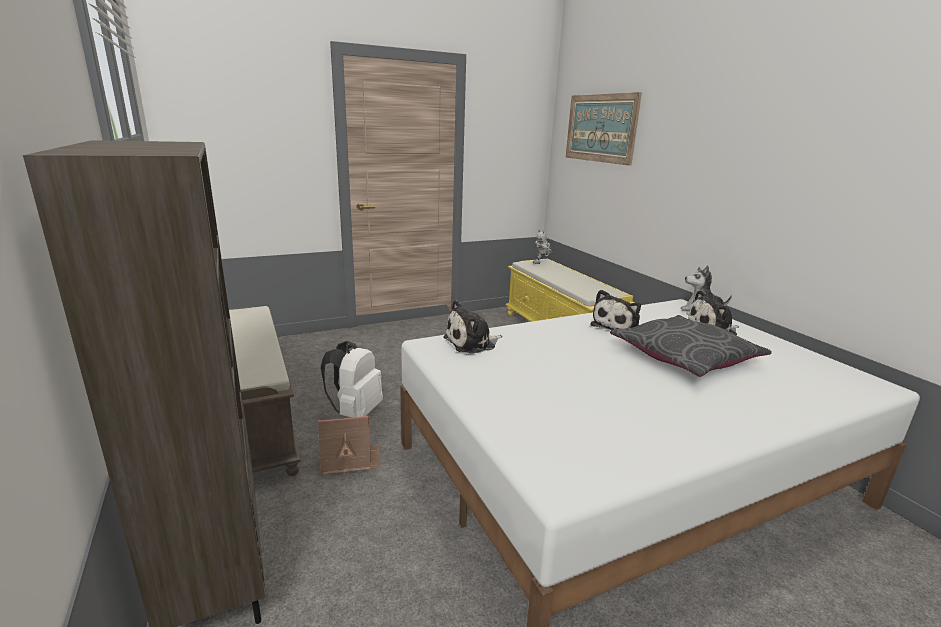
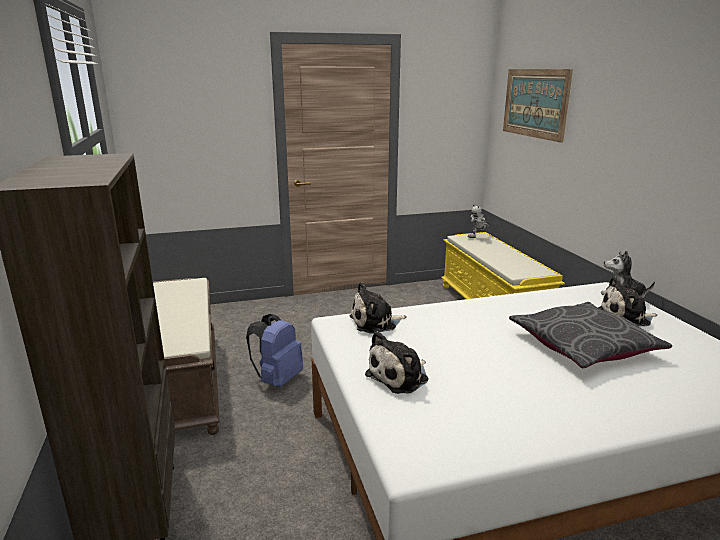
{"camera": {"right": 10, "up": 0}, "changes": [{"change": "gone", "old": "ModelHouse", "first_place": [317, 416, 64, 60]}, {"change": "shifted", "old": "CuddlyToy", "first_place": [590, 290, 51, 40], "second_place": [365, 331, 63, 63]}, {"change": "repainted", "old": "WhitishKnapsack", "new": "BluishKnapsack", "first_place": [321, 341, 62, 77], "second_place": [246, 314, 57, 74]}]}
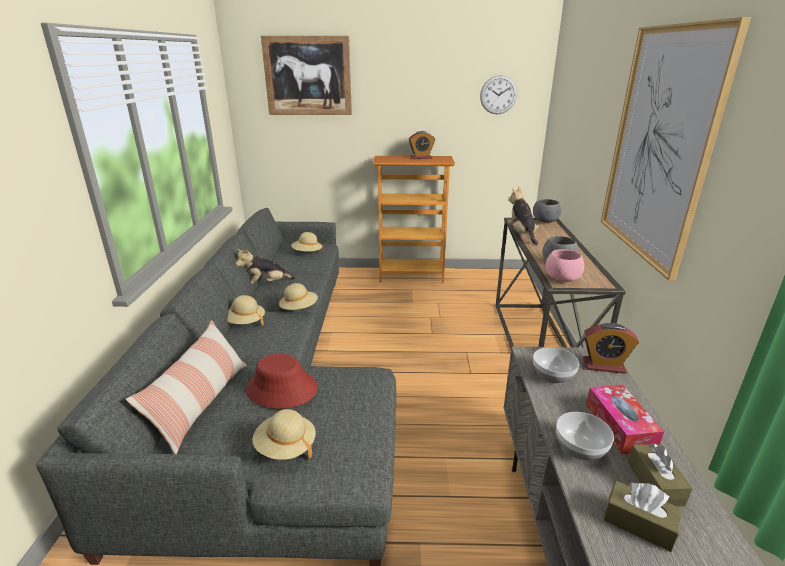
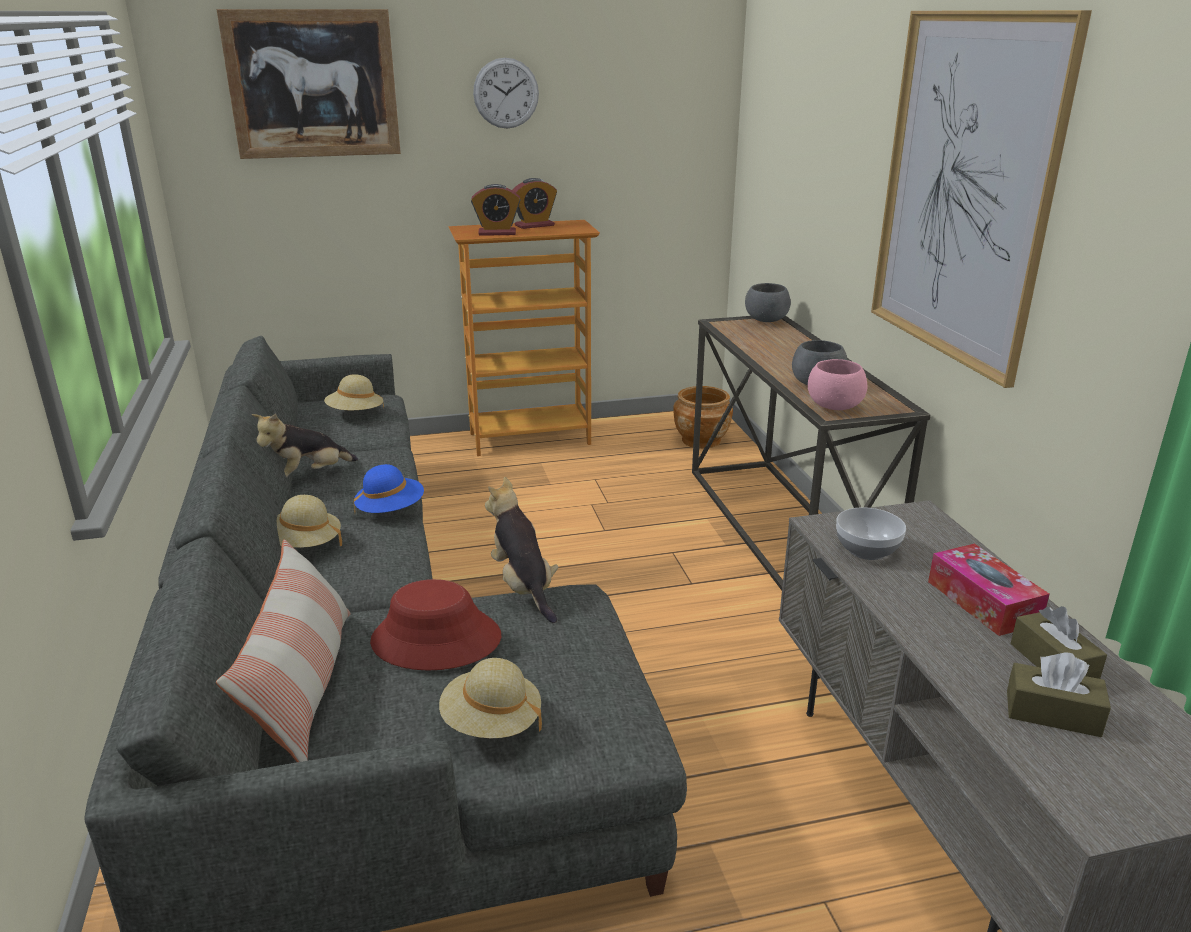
{"camera": {"right": -15, "up": 0}, "changes": [{"change": "gone", "old": "DeepDish", "first_place": [556, 412, 58, 48]}, {"change": "new", "new": "BrownPlanter", "second_place": [674, 386, 59, 63]}, {"change": "shifted", "old": "ClockOnTheWall", "first_place": [480, 75, 37, 39], "second_place": [473, 58, 66, 71]}, {"change": "shifted", "old": "CuddlyToy", "first_place": [508, 187, 31, 58], "second_place": [485, 477, 73, 146]}, {"change": "shifted", "old": "BedsideClock", "first_place": [583, 323, 56, 51], "second_place": [471, 184, 49, 52]}, {"change": "repainted", "old": "BeigeWearableHat", "new": "BluishWearableHat", "first_place": [279, 283, 39, 27], "second_place": [353, 464, 71, 49]}]}
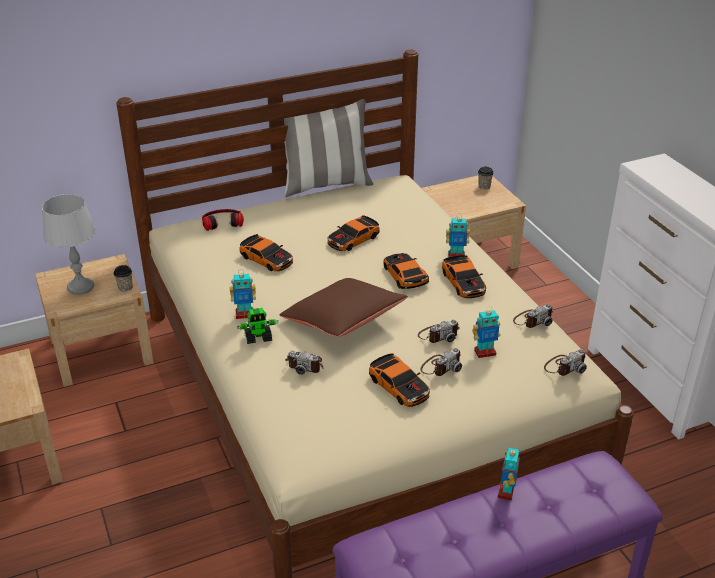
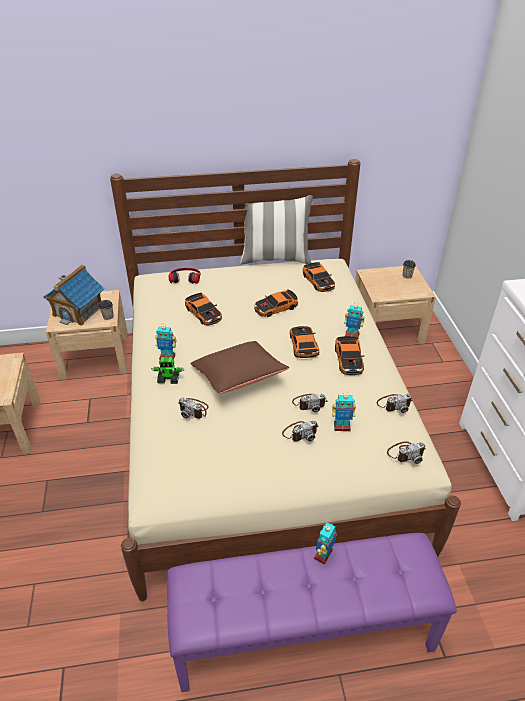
{"camera": {"right": 15, "up": 5}, "changes": [{"change": "shifted", "old": "MiniatureCar", "first_place": [369, 353, 61, 54], "second_place": [303, 262, 32, 30]}, {"change": "swapped", "old": "GreyishTabletopLamp", "new": "ModelHouse", "first_place": [42, 194, 54, 101], "second_place": [43, 265, 61, 61]}]}
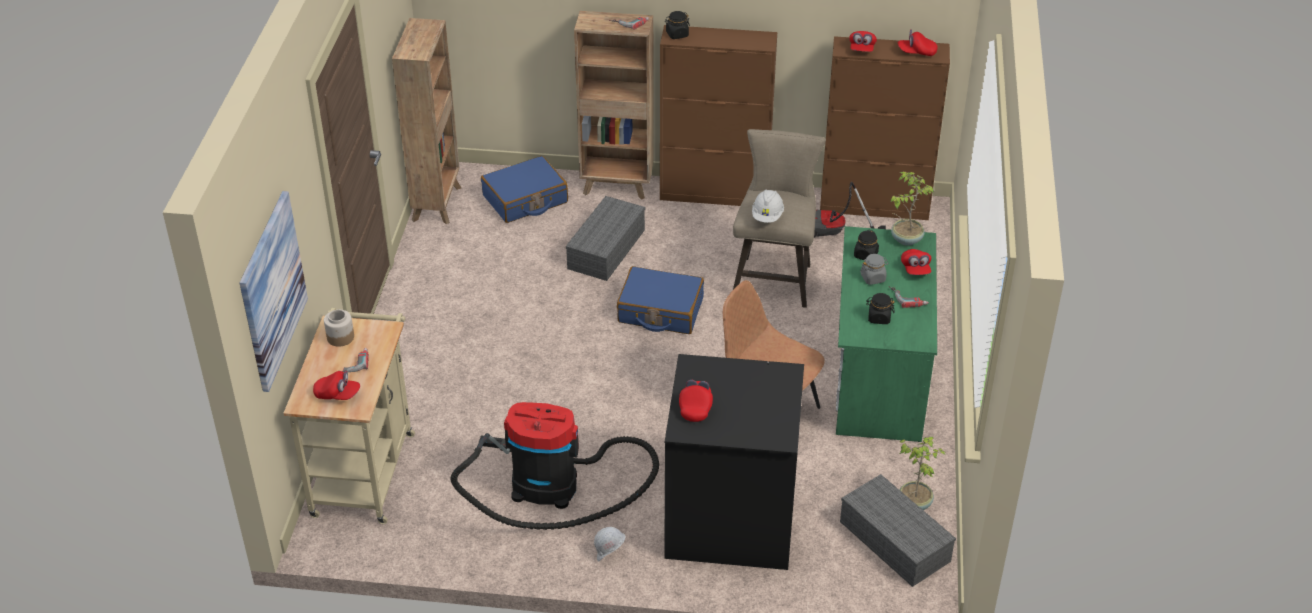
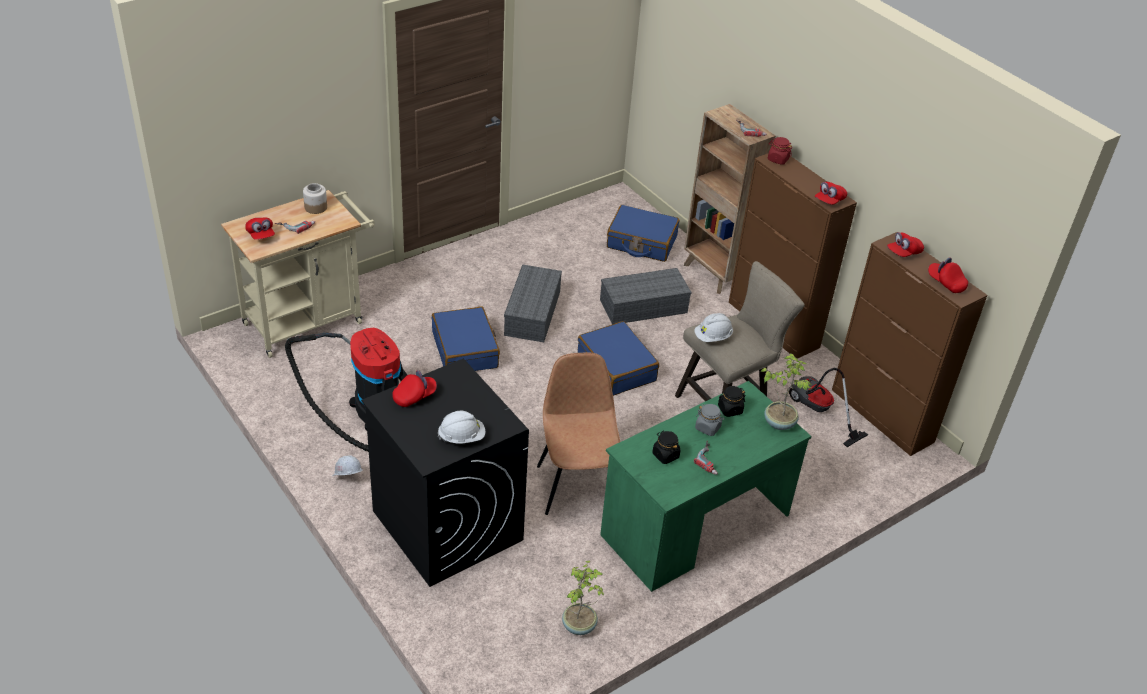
{"camera": {"right": 45, "up": 0}, "changes": [{"change": "gone", "old": "WallPicture", "first_place": [240, 191, 68, 201]}, {"change": "gone", "old": "BrownBookcase", "first_place": [392, 18, 69, 206]}, {"change": "new", "new": "BluishPieceOfLuggage", "second_place": [432, 306, 68, 65]}, {"change": "new", "new": "WhitishHardHat", "second_place": [438, 410, 47, 34]}, {"change": "shifted", "old": "GreyishStorageContainer", "first_place": [840, 474, 116, 113], "second_place": [504, 264, 58, 78]}, {"change": "shifted", "old": "ReddishPeakedCap", "first_place": [901, 249, 30, 26], "second_place": [815, 182, 32, 23]}, {"change": "repainted", "old": "BlackJar", "new": "ReddishJar", "first_place": [665, 11, 25, 28], "second_place": [768, 137, 24, 28]}]}
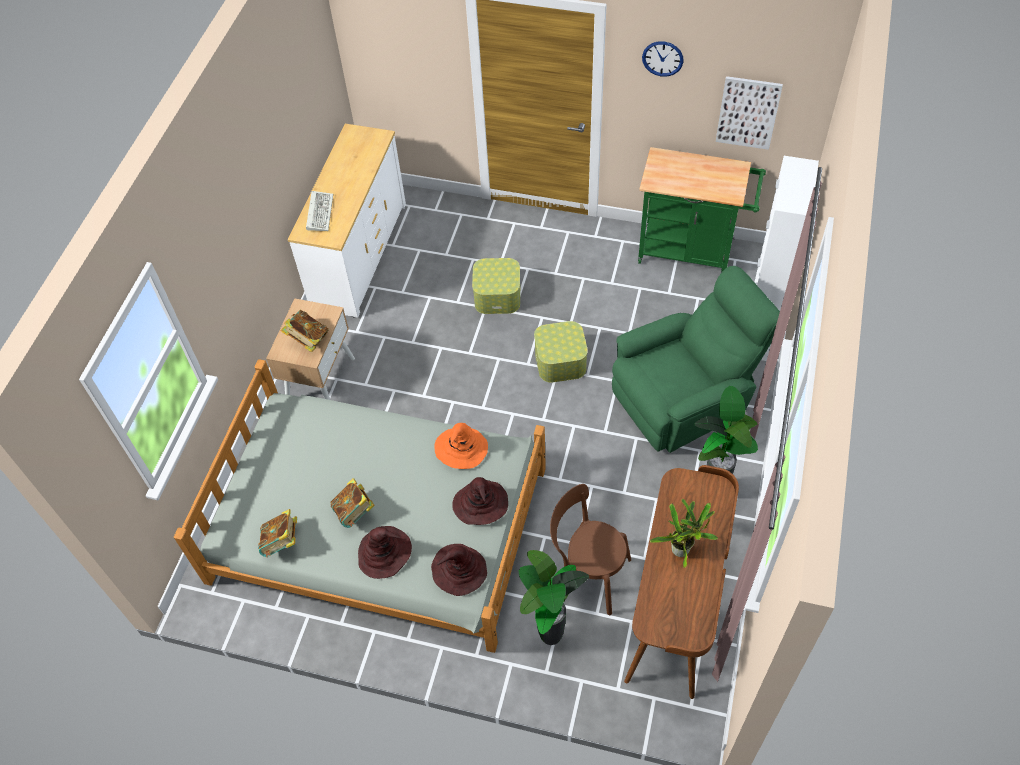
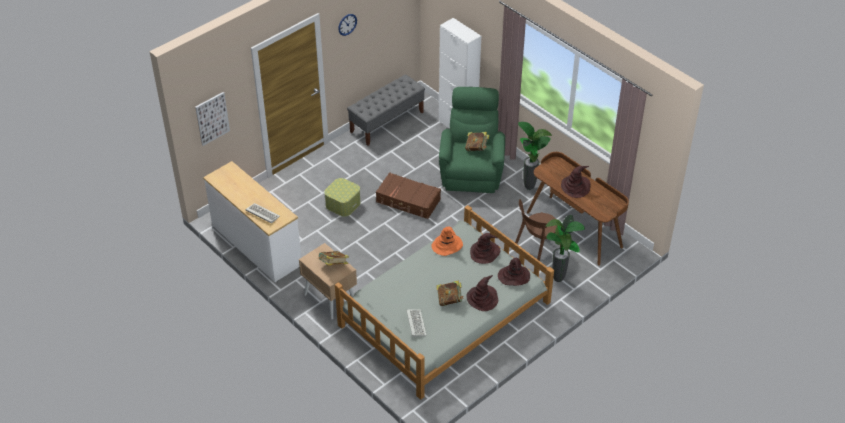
{"camera": {"right": -60, "up": -10}, "changes": [{"change": "new", "new": "Keyboard", "second_place": [406, 310, 21, 27]}, {"change": "shifted", "old": "Book", "first_place": [258, 509, 39, 48], "second_place": [465, 132, 25, 19]}, {"change": "shifted", "old": "WallPicture", "first_place": [716, 76, 67, 74], "second_place": [195, 92, 35, 54]}, {"change": "swapped", "old": "StorageContainer", "new": "BrownPieceOfLuggage", "first_place": [534, 321, 54, 62], "second_place": [376, 172, 65, 47]}, {"change": "swapped", "old": "GreenishWheeledCart", "new": "GreyishBench", "first_place": [638, 147, 128, 126], "second_place": [347, 75, 78, 71]}, {"change": "swapped", "old": "PlantInAPot", "new": "BrownWearableHat", "first_place": [650, 499, 68, 69], "second_place": [561, 166, 30, 32]}]}
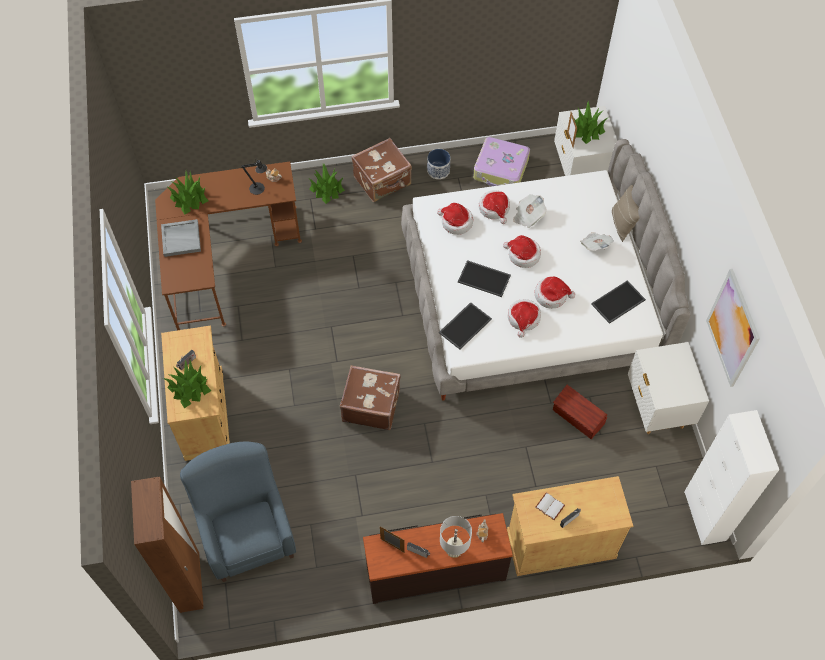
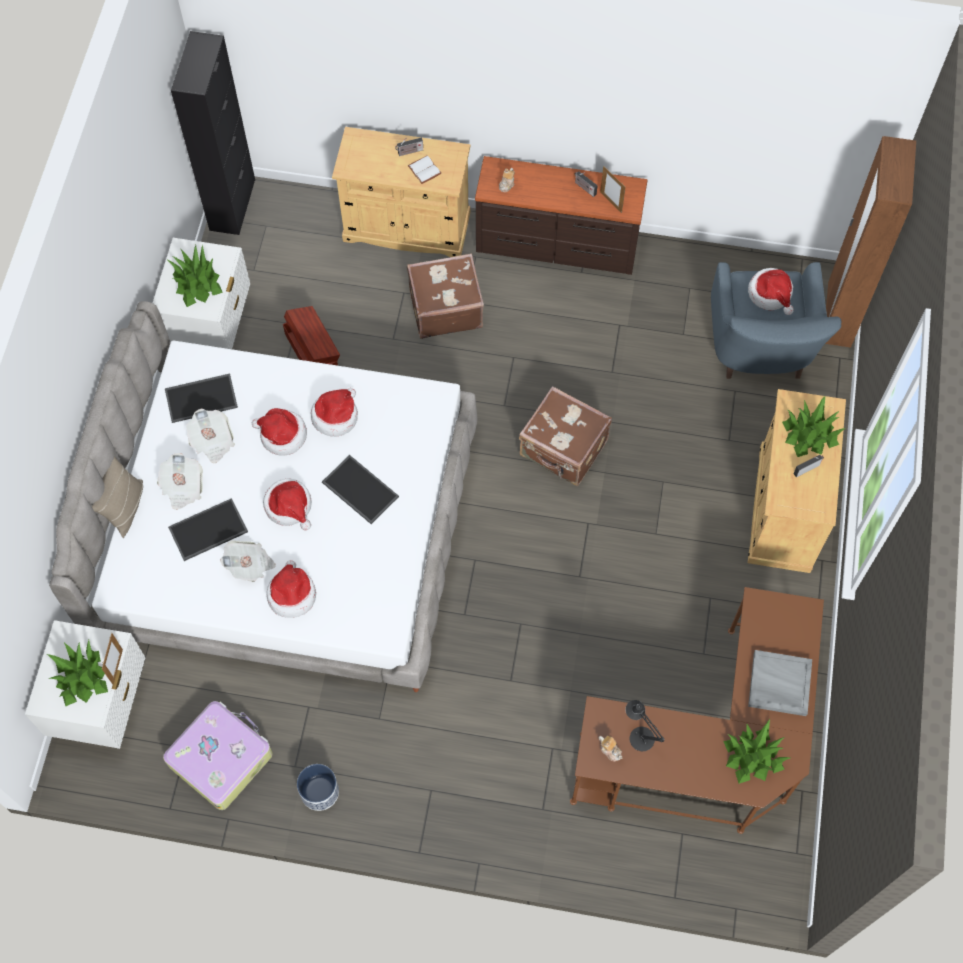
{"camera": {"right": -160, "up": 5}, "changes": [{"change": "gone", "old": "WhitishTabletopLamp", "first_place": [440, 516, 32, 42]}, {"change": "gone", "old": "WallPicture", "first_place": [706, 269, 54, 118]}, {"change": "new", "new": "DailyPaper", "second_place": [186, 408, 49, 55]}, {"change": "shifted", "old": "PlantInAPot", "first_place": [309, 164, 36, 40], "second_place": [168, 245, 55, 62]}, {"change": "shifted", "old": "BrownPieceOfLuggage", "first_place": [351, 138, 61, 64], "second_place": [407, 253, 77, 86]}, {"change": "shifted", "old": "WearableHat", "first_place": [437, 203, 36, 32], "second_place": [748, 268, 46, 47]}, {"change": "shifted", "old": "CarryingTray", "first_place": [439, 302, 53, 47], "second_place": [168, 498, 80, 63]}, {"change": "repainted", "old": "WhitishStorageCabinet", "new": "BlackStorageCabinet", "first_place": [684, 410, 95, 135], "second_place": [171, 31, 84, 204]}]}
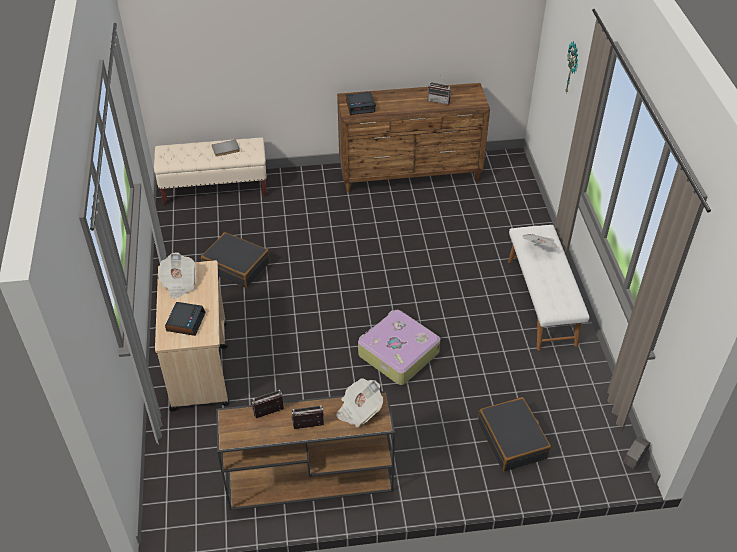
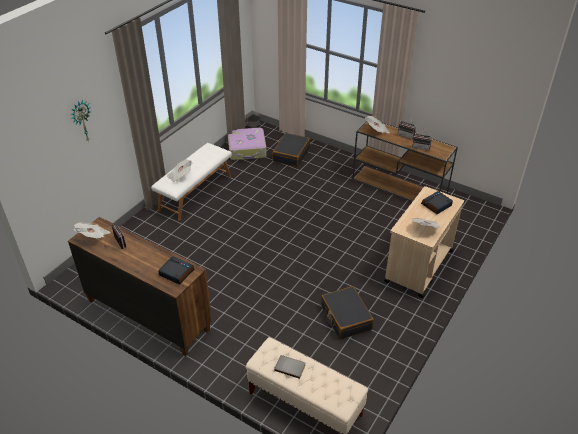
{"camera": {"right": -140, "up": -5}, "changes": [{"change": "new", "new": "DailyPaper", "second_place": [73, 222, 38, 17]}, {"change": "shifted", "old": "PieceOfLuggage", "first_place": [358, 310, 82, 75], "second_place": [228, 128, 39, 32]}]}
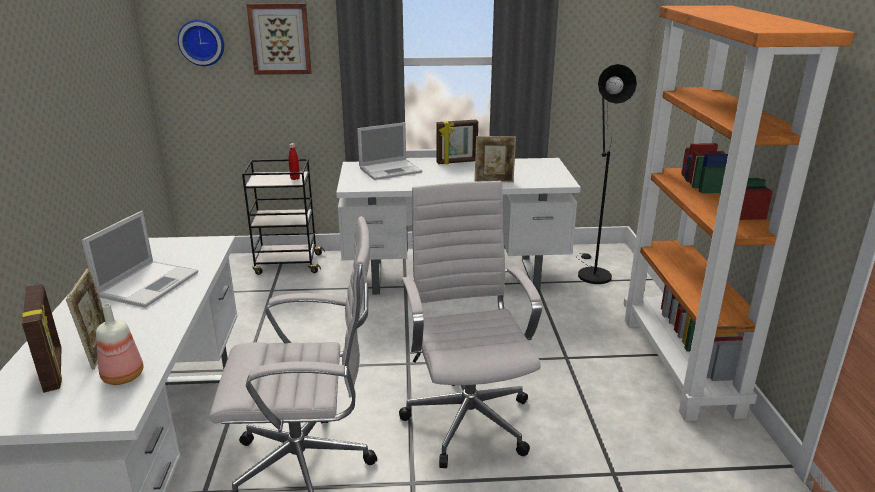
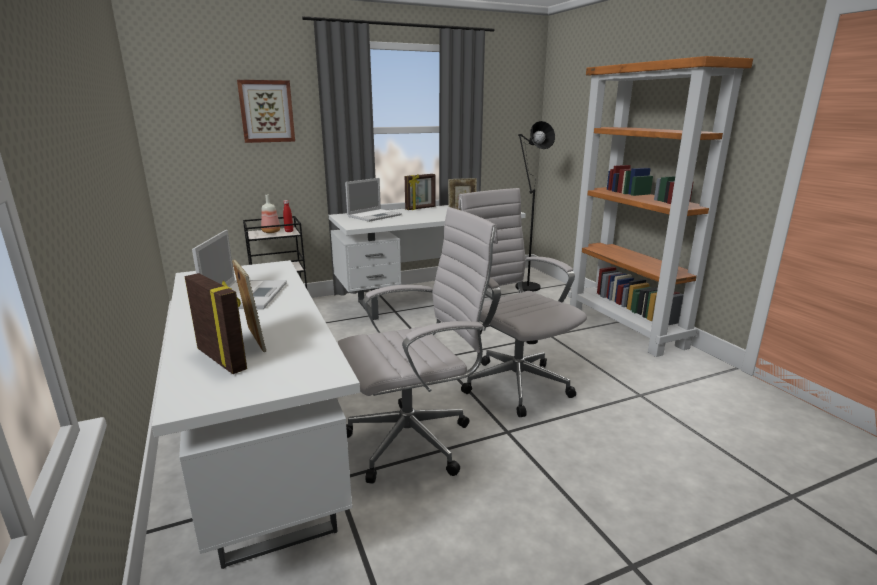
{"camera": {"right": -20, "up": -5}, "changes": [{"change": "gone", "old": "ClockOnTheWall", "first_place": [178, 19, 46, 47]}, {"change": "shifted", "old": "DrinkBottle", "first_place": [96, 303, 47, 82], "second_place": [261, 195, 19, 38]}]}
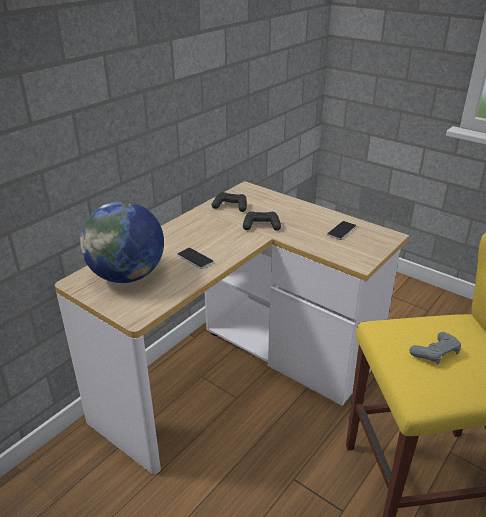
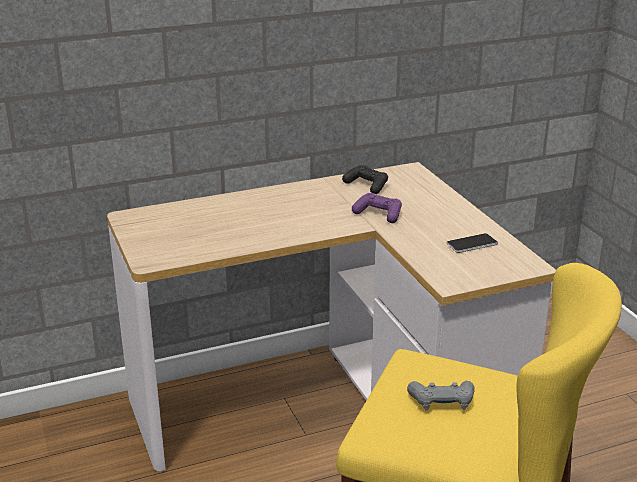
{"camera": {"right": 30, "up": -5}, "changes": [{"change": "gone", "old": "DeskGlobe", "first_place": [80, 201, 84, 82]}, {"change": "gone", "old": "Telephone", "first_place": [177, 248, 37, 21]}, {"change": "repainted", "old": "BlackGamepad", "new": "PurplishGamepad", "first_place": [243, 211, 38, 19], "second_place": [352, 193, 50, 30]}]}
